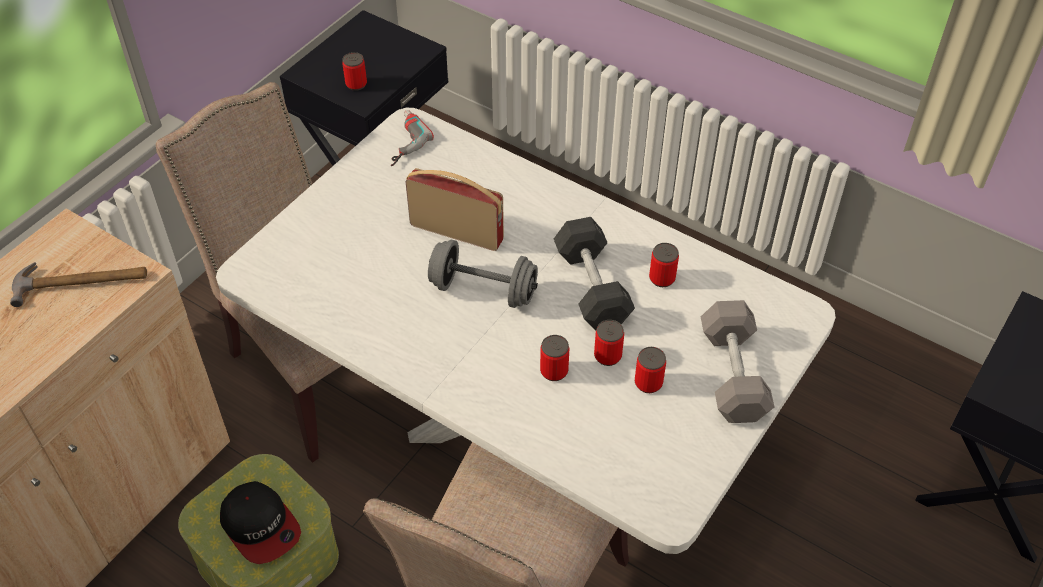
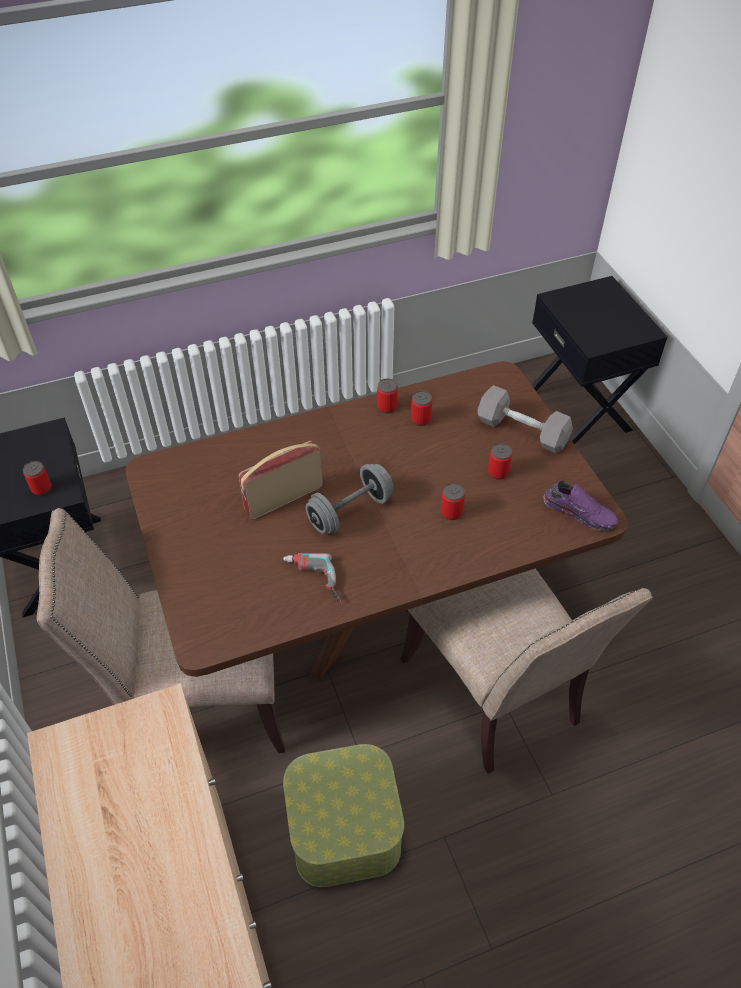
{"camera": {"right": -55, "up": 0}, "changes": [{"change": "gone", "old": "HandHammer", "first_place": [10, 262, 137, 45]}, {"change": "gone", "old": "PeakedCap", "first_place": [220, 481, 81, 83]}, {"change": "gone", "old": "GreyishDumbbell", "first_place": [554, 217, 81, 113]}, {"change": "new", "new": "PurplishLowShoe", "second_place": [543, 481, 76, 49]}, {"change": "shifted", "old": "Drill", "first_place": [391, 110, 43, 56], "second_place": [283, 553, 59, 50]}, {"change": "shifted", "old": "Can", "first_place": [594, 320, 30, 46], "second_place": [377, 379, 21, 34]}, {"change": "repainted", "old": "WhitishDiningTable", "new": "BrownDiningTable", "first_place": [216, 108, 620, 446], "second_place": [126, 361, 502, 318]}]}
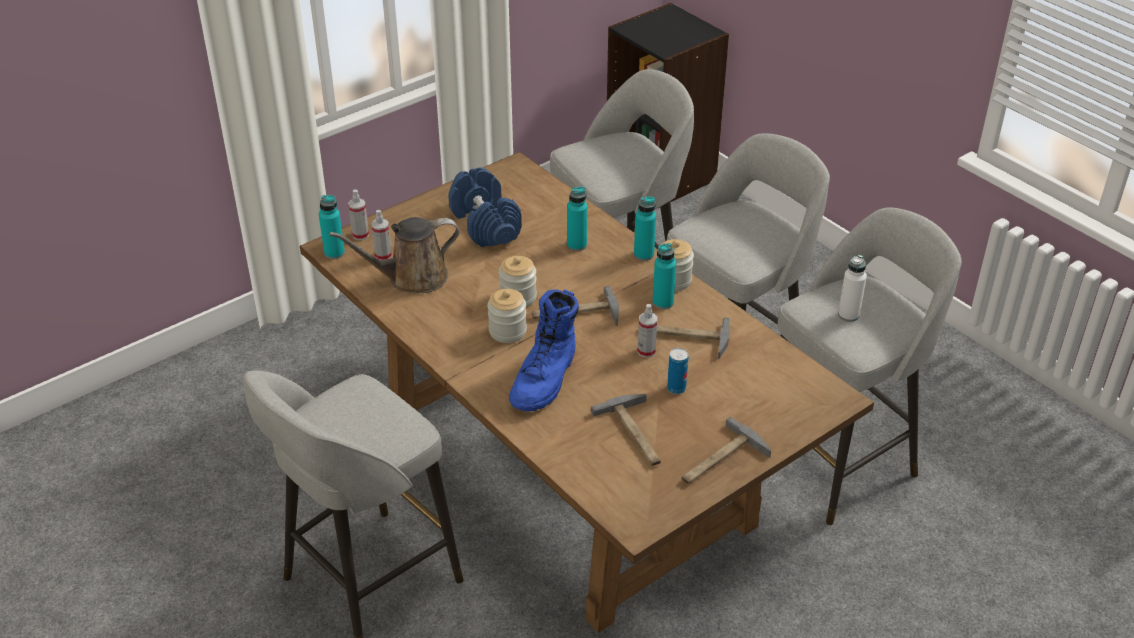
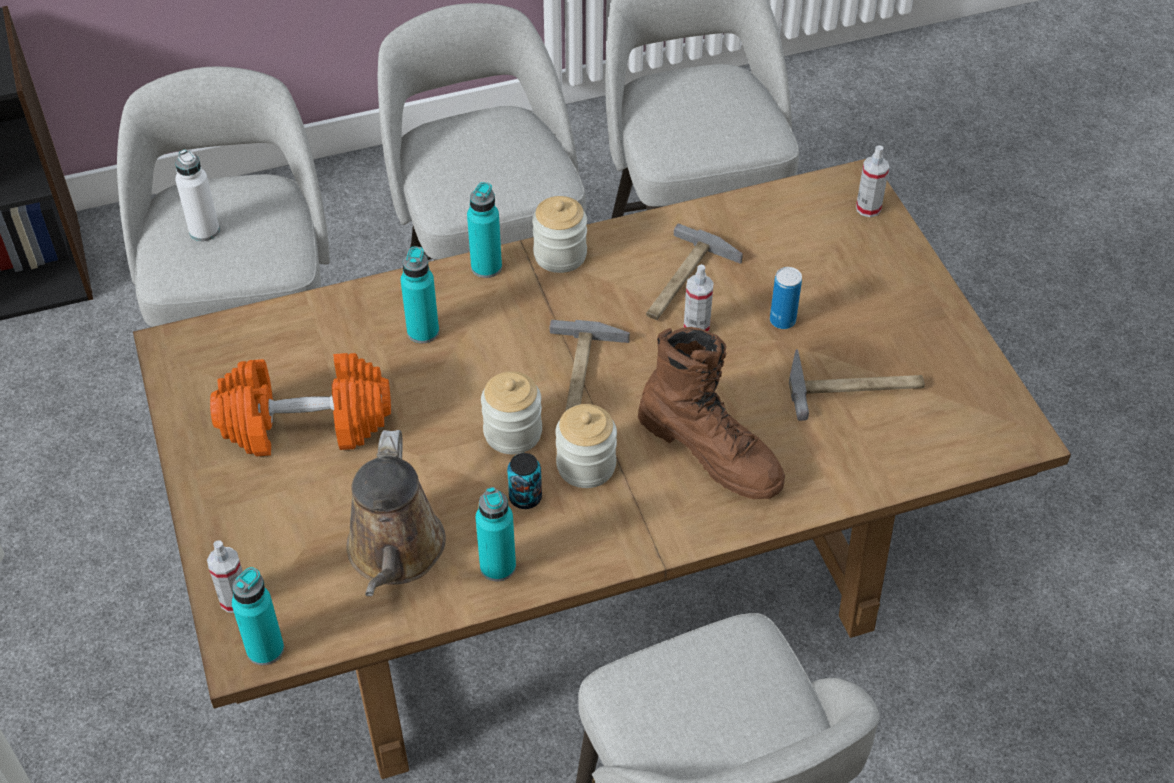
{"camera": {"right": -70, "up": 10}, "changes": [{"change": "gone", "old": "HandHammer", "first_place": [681, 417, 90, 67]}, {"change": "new", "new": "Can", "second_place": [507, 453, 35, 56]}, {"change": "shifted", "old": "HandSprayer", "first_place": [371, 210, 21, 51], "second_place": [856, 145, 33, 72]}, {"change": "shifted", "old": "TurquoiseDrinkBottle", "first_place": [653, 243, 23, 66], "second_place": [476, 487, 40, 94]}, {"change": "shifted", "old": "WhitishDrinkBottle", "first_place": [838, 255, 29, 67], "second_place": [175, 149, 45, 92]}, {"change": "repainted", "old": "BluishDumbbell", "new": "OrangeyDumbbell", "first_place": [448, 168, 74, 79], "second_place": [210, 353, 181, 103]}, {"change": "repainted", "old": "BluishBoot", "new": "BrownBoot", "first_place": [509, 289, 70, 122], "second_place": [638, 327, 147, 172]}]}
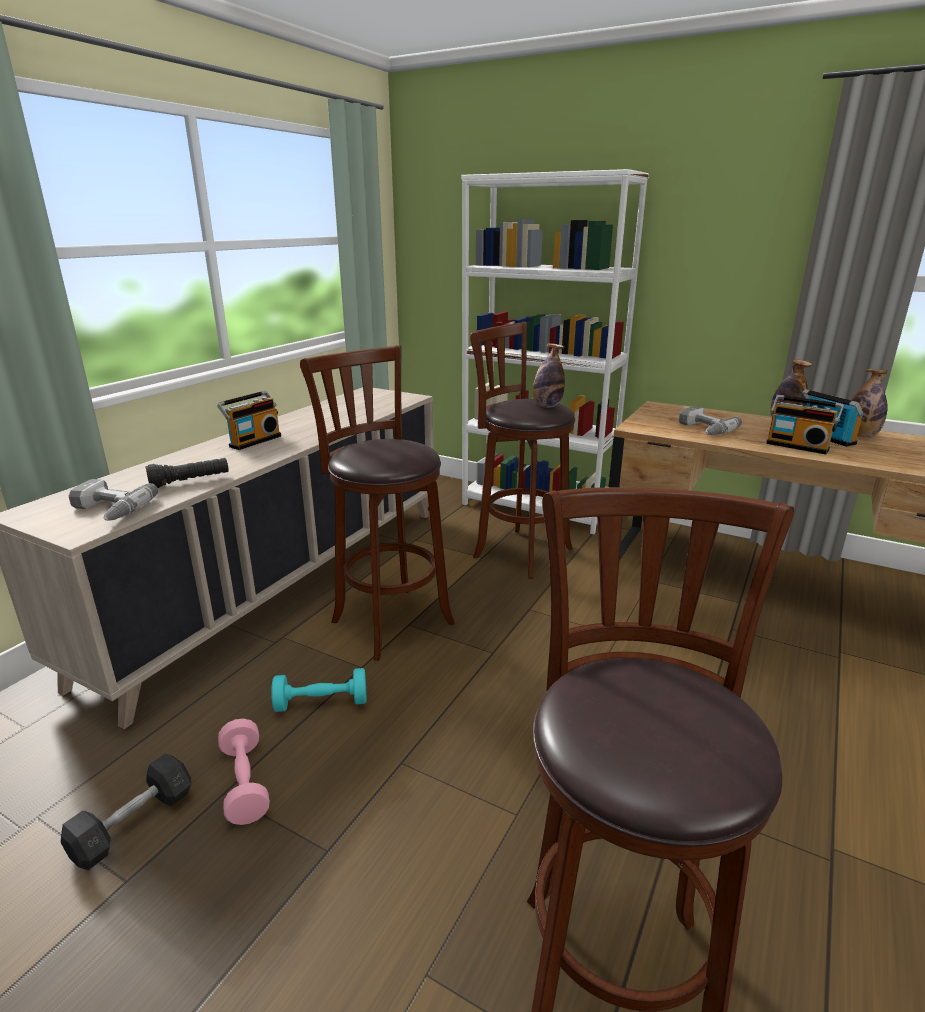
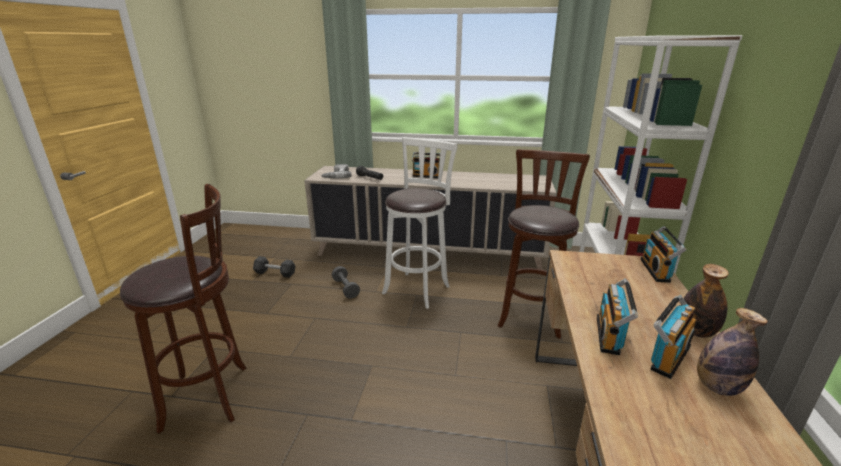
{"camera": {"right": 70, "up": 0}, "changes": [{"change": "gone", "old": "PinkDumbbell", "first_place": [218, 719, 52, 106]}, {"change": "gone", "old": "DrinkBottle", "first_place": [532, 343, 33, 64]}, {"change": "gone", "old": "Drill", "first_place": [679, 406, 63, 29]}, {"change": "new", "new": "RadioReceiver", "second_place": [640, 226, 47, 57]}, {"change": "repainted", "old": "TurquoiseDumbbell", "new": "GreyishDumbbell", "first_place": [271, 668, 95, 44], "second_place": [332, 266, 28, 33]}, {"change": "repainted", "old": "BrownStoolSeat", "new": "WhitishStoolSeat", "first_place": [300, 345, 155, 316], "second_place": [382, 137, 76, 172]}]}
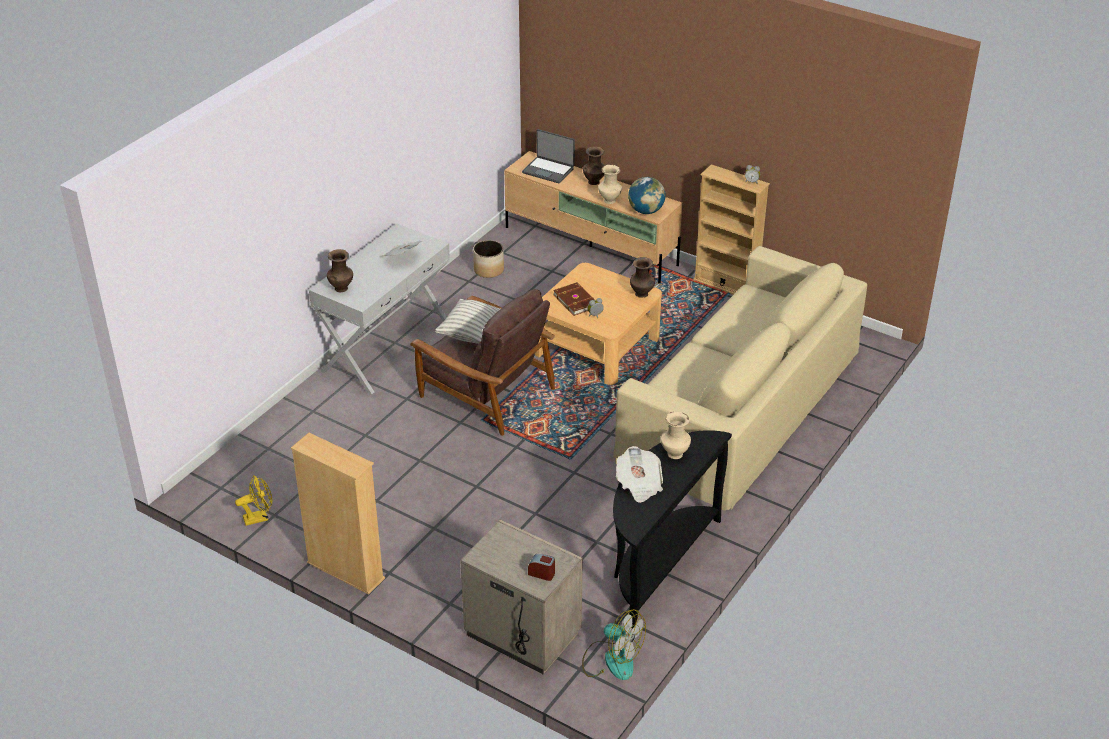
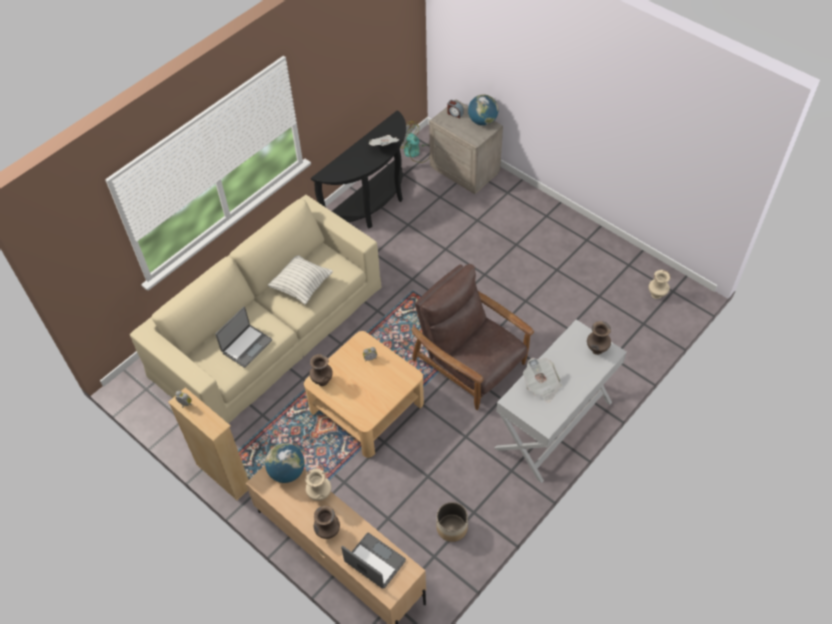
{"camera": {"right": -170, "up": 15}, "changes": [{"change": "gone", "old": "YellowColouredElectricFan", "first_place": [235, 476, 37, 50]}, {"change": "gone", "old": "BeigeBookcase", "first_place": [291, 433, 94, 162]}, {"change": "gone", "old": "BrownBook", "first_place": [553, 282, 42, 34]}, {"change": "new", "new": "Laptop", "second_place": [215, 307, 57, 61]}, {"change": "new", "new": "DeskGlobe", "second_place": [468, 95, 30, 31]}, {"change": "shifted", "old": "Cushion", "first_place": [435, 299, 65, 45], "second_place": [268, 255, 65, 50]}, {"change": "shifted", "old": "BeigeFlowerVase", "first_place": [661, 411, 30, 48], "second_place": [649, 270, 22, 29]}]}
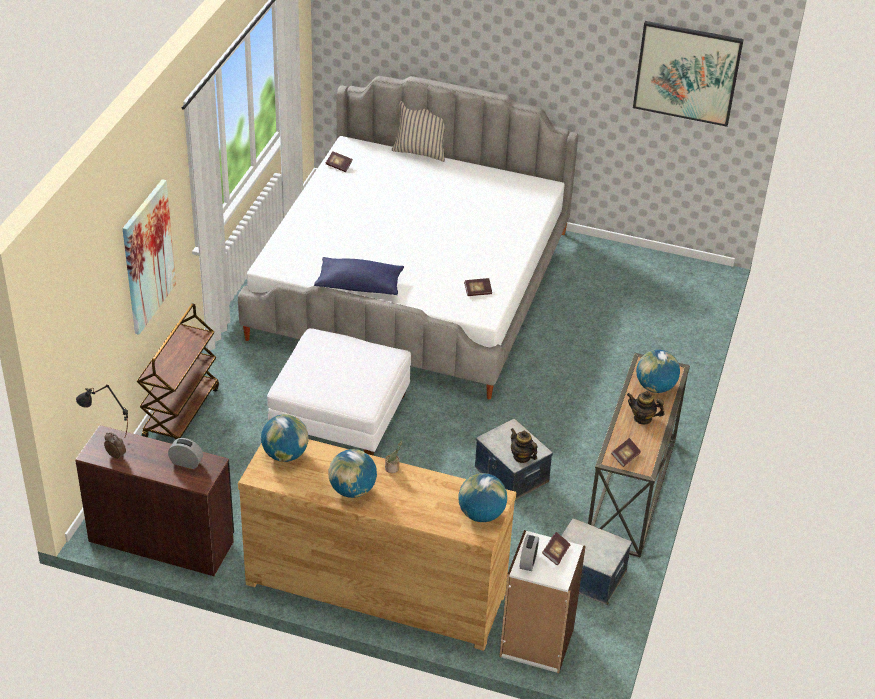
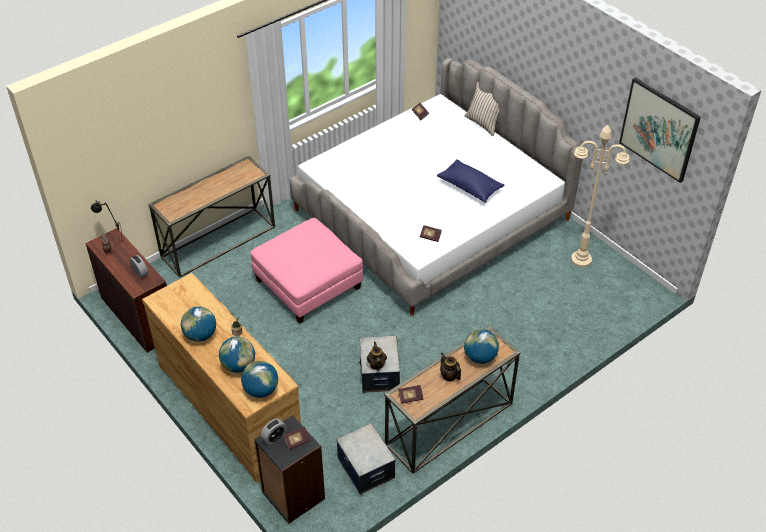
{"camera": {"right": 35, "up": 5}, "changes": [{"change": "gone", "old": "WallPicture", "first_place": [122, 179, 54, 156]}, {"change": "new", "new": "BeigeFloorLamp", "second_place": [571, 125, 58, 142]}, {"change": "shifted", "old": "DeskGlobe", "first_place": [261, 414, 48, 48], "second_place": [219, 336, 36, 37]}, {"change": "shifted", "old": "BluishCushion", "first_place": [314, 257, 90, 38], "second_place": [437, 159, 67, 43]}, {"change": "swapped", "old": "BrownWheeledCart", "new": "NarrowTable", "first_place": [137, 303, 82, 136], "second_place": [148, 156, 127, 122]}, {"change": "repainted", "old": "WhitishFootrest", "new": "PinkFootrest", "first_place": [267, 328, 144, 128], "second_place": [250, 218, 113, 105]}, {"change": "repainted", "old": "WhitishBookcase", "new": "BlackBookcase", "first_place": [499, 530, 87, 143], "second_place": [254, 415, 71, 109]}]}
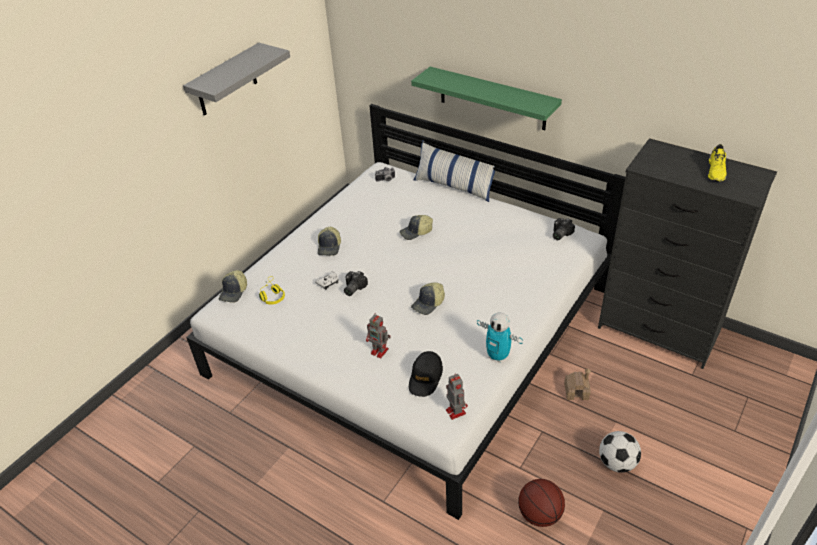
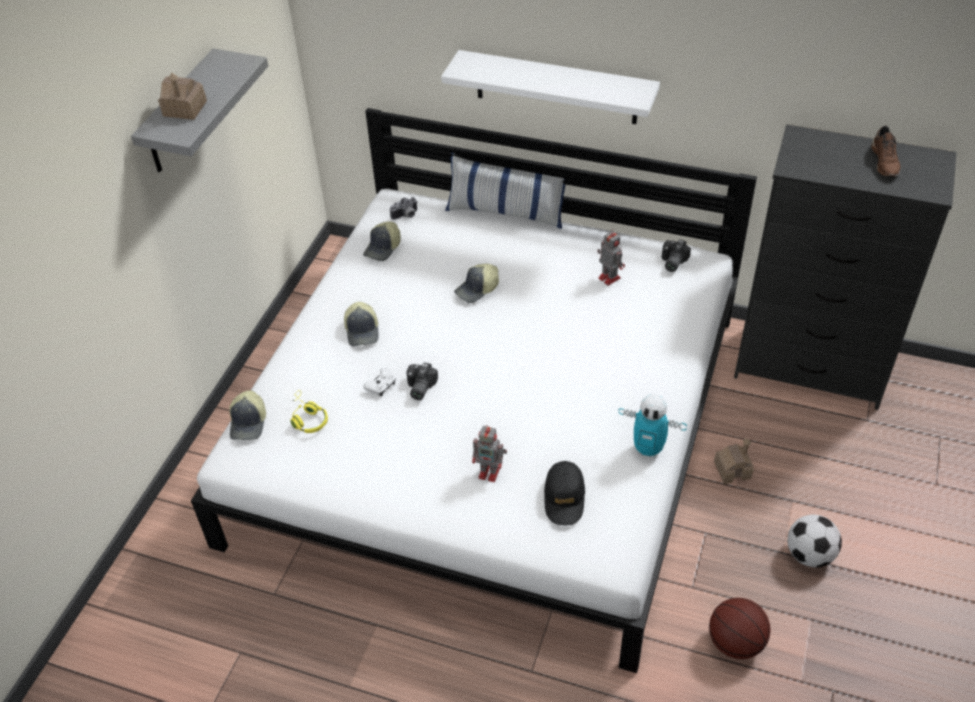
{"camera": {"right": -15, "up": 5}, "changes": [{"change": "new", "new": "ModelHouse", "second_place": [158, 72, 49, 48]}, {"change": "shifted", "old": "PeakedCap", "first_place": [411, 282, 34, 33], "second_place": [363, 221, 38, 40]}, {"change": "shifted", "old": "RobotFigure", "first_place": [446, 374, 22, 46], "second_place": [598, 229, 27, 57]}, {"change": "repainted", "old": "GreenishWallShelf", "new": "WhitishWallShelf", "first_place": [411, 67, 151, 63], "second_place": [441, 50, 219, 74]}, {"change": "repainted", "old": "YellowColouredLowShoe", "new": "BrownLowShoe", "first_place": [708, 144, 19, 38], "second_place": [871, 126, 29, 51]}]}
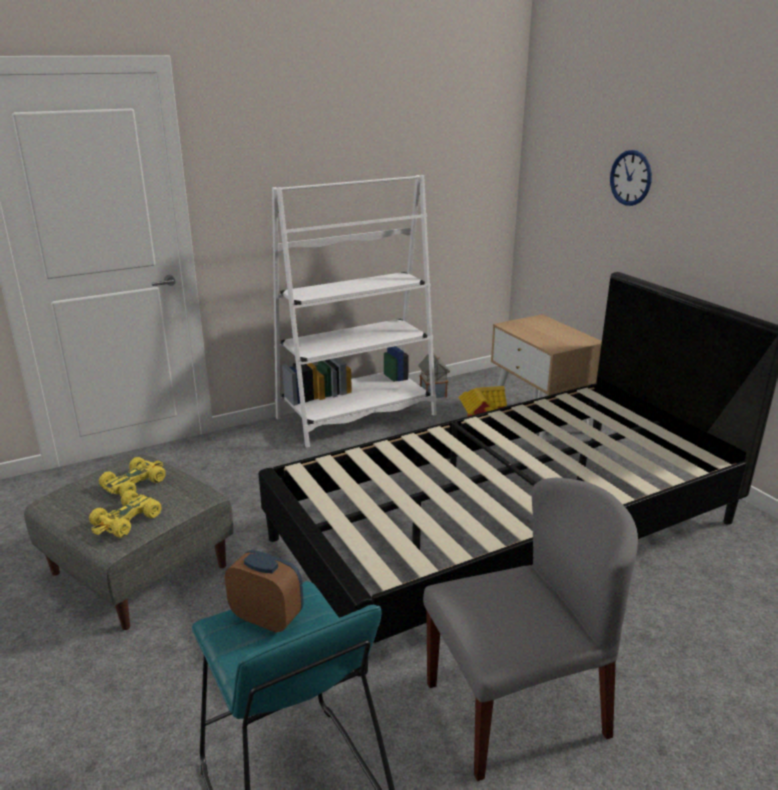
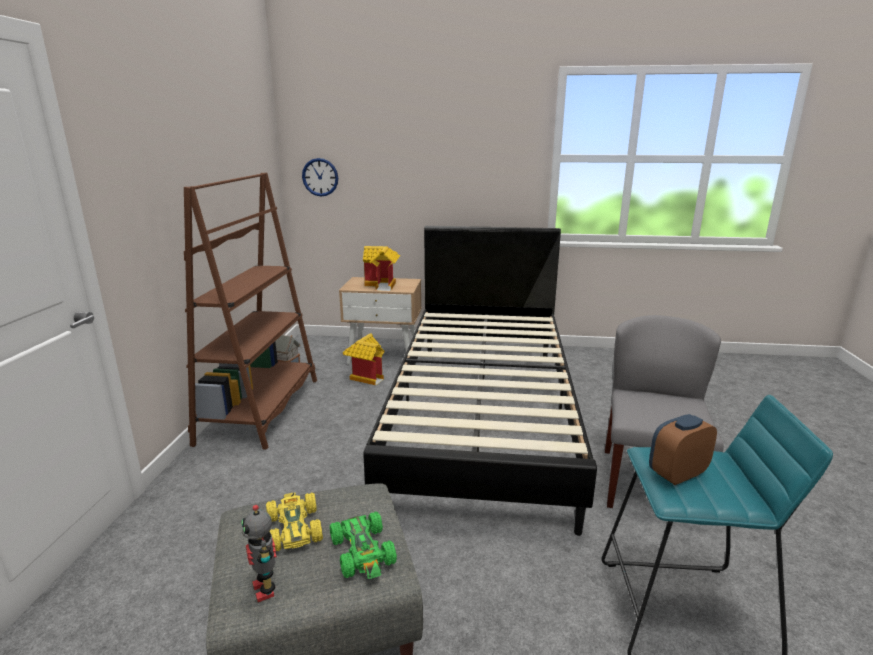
{"camera": {"right": -55, "up": -5}, "changes": [{"change": "new", "new": "RobotFigure", "second_place": [241, 505, 36, 97]}, {"change": "new", "new": "ModelHouse", "second_place": [363, 246, 37, 45]}, {"change": "shifted", "old": "ClockOnTheWall", "first_place": [610, 150, 42, 56], "second_place": [302, 158, 36, 39]}, {"change": "repainted", "old": "YellowColouredMiniatureCar", "new": "GreenishMiniatureCar", "first_place": [89, 490, 73, 48], "second_place": [330, 512, 67, 67]}, {"change": "repainted", "old": "WhitishBookcase", "new": "BrownBookcase", "first_place": [272, 175, 165, 273], "second_place": [184, 172, 133, 278]}]}
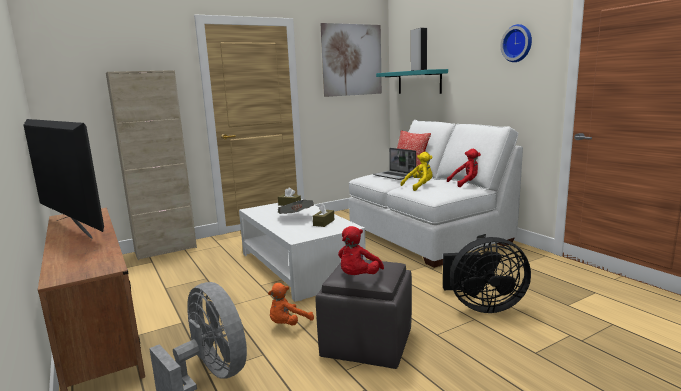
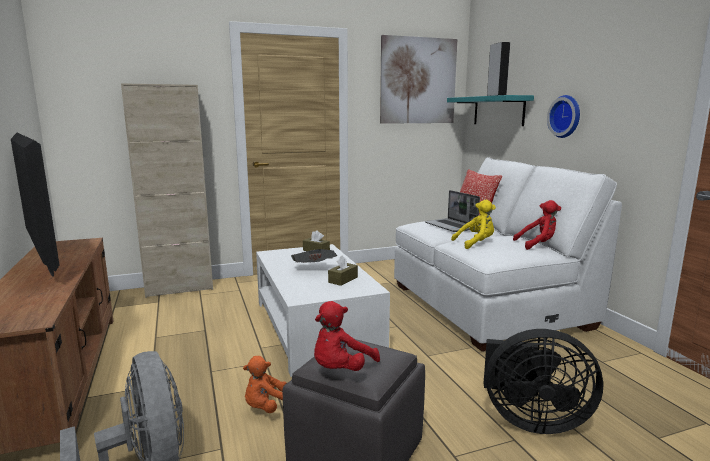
{"camera": {"right": 10, "up": 0}, "changes": [{"change": "shifted", "old": "ClockOnTheWall", "first_place": [501, 24, 31, 38], "second_place": [547, 95, 33, 43]}]}
